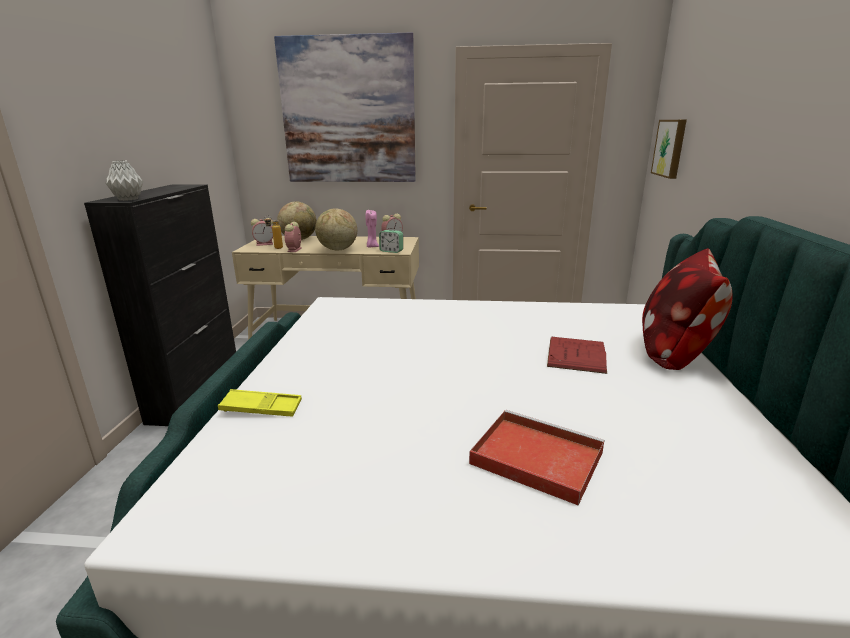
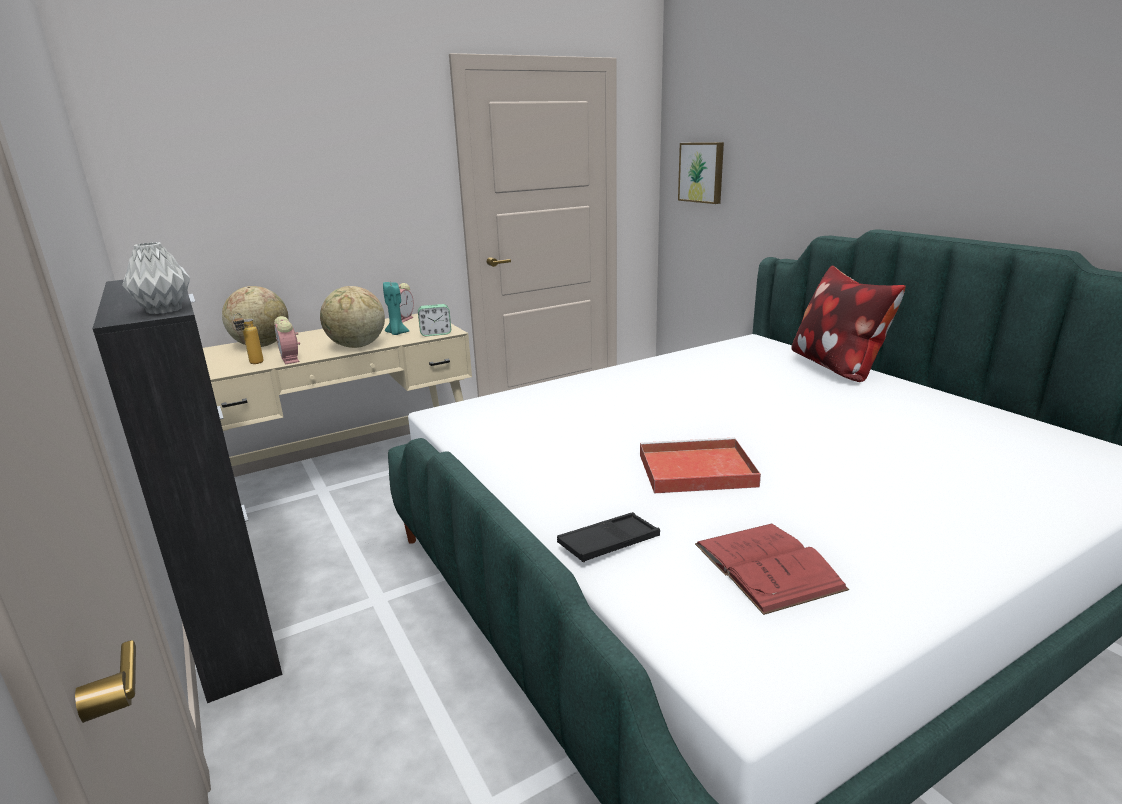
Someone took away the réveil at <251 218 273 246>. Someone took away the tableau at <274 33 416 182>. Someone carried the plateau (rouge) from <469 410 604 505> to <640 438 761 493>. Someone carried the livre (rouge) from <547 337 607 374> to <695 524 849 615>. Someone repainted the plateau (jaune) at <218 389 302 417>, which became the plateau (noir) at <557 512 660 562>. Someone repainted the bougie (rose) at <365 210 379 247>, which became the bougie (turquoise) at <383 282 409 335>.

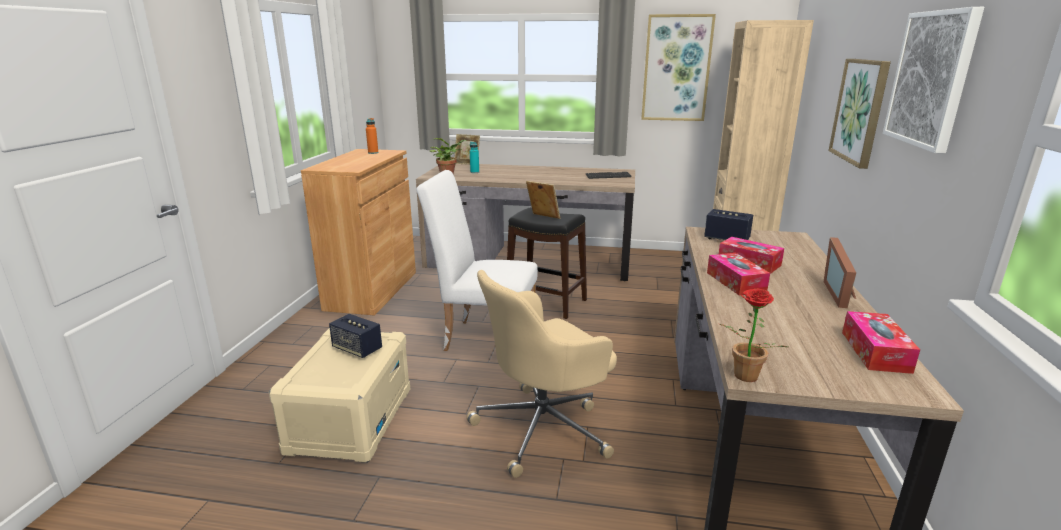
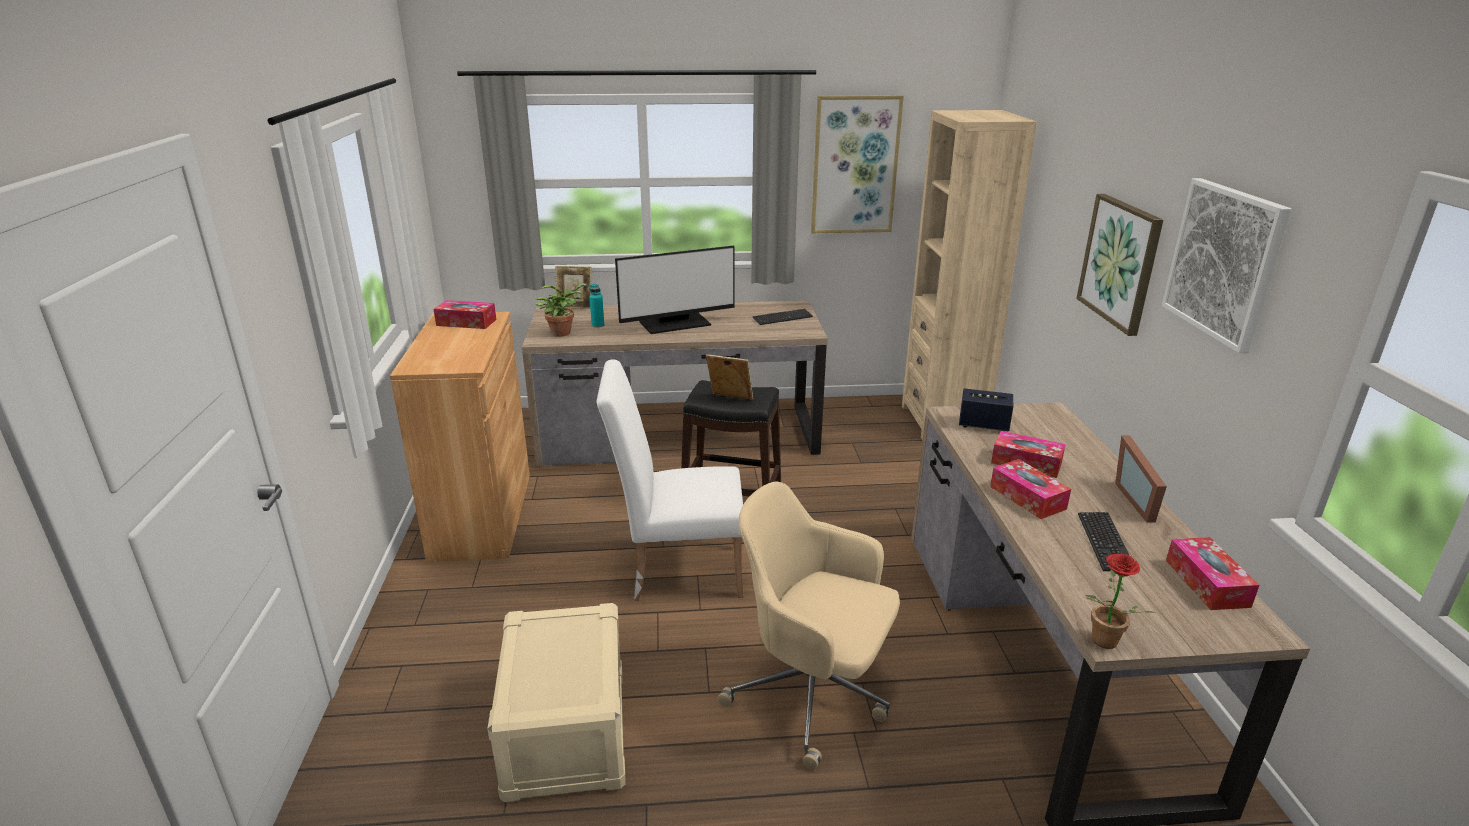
Someone took away the enceinte at <329 314 382 358>. Someone put down the écran d'ordinateur at <615 246 735 334>. Someone put down the clavier at <1078 512 1130 571>. Someone swapped the bouteille (orange) at <366 118 379 154> for the boîte à mouchoirs at <434 300 496 329>. Someone rotated the chaise de bureau (beige) at <466 270 617 478> by 75 degrees clockwise.

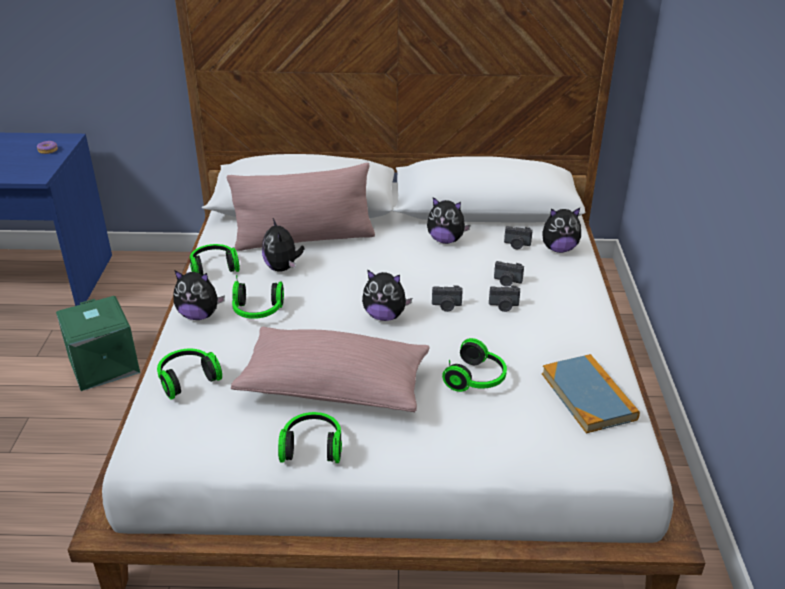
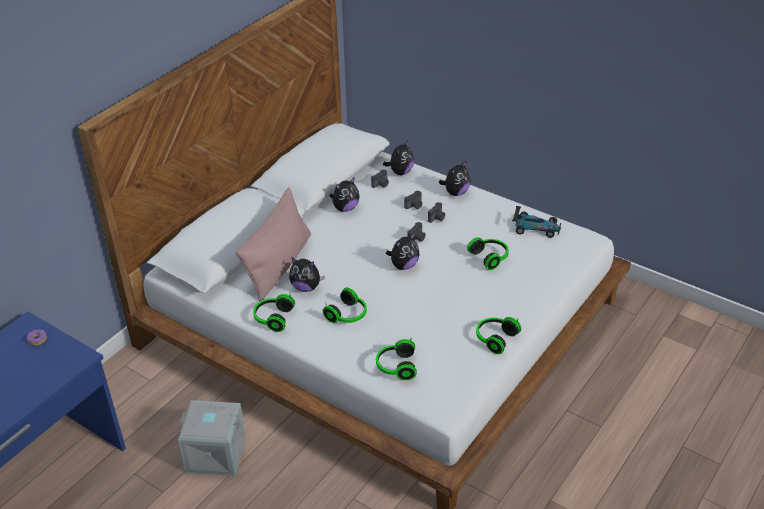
Someone took away the coussin (rose) at <231 327 429 412>. Someone carried the peluche from <173 271 225 320> to <439 161 471 196>. Someone swapped the livre at <542 354 640 433> for the petite voiture at <512 206 561 238>. Someone repainted the boîte de rangement (vert) at <56 296 140 391>, which became the boîte de rangement (gris) at <178 400 246 476>.

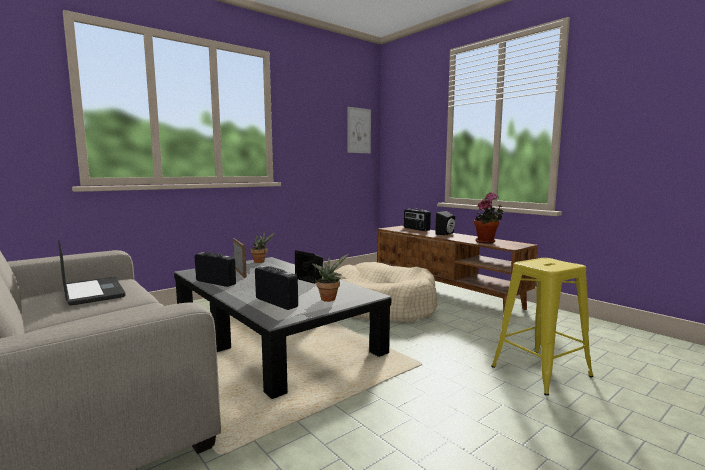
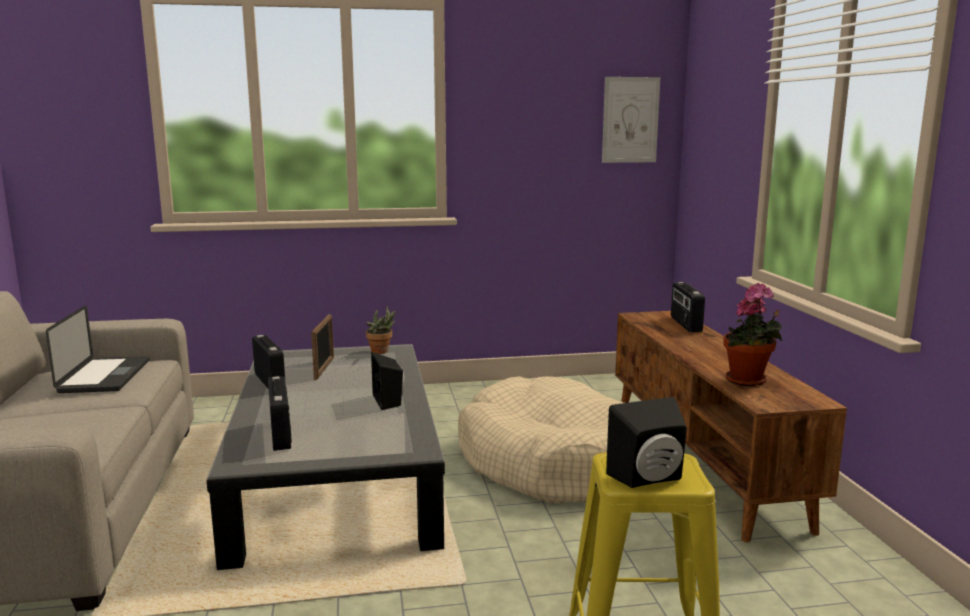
Someone took away the plante en pot at <312 254 349 302>. Someone carried the enceinte (noir) from <435 211 455 235> to <606 397 687 488>.

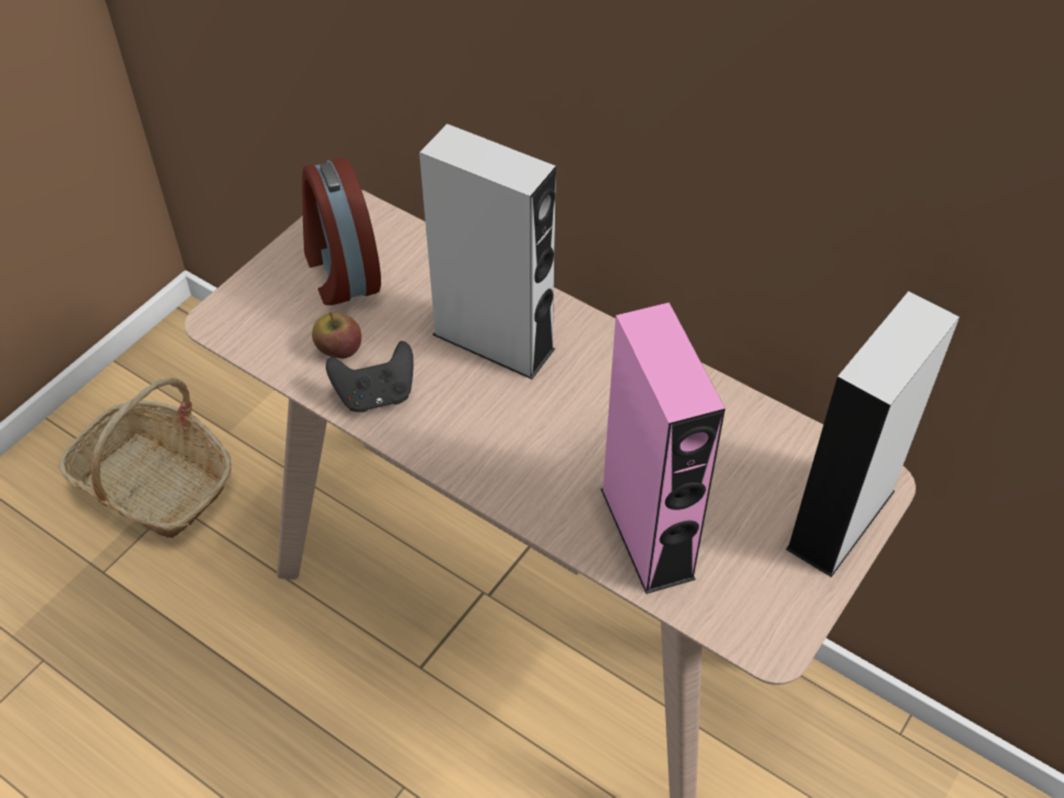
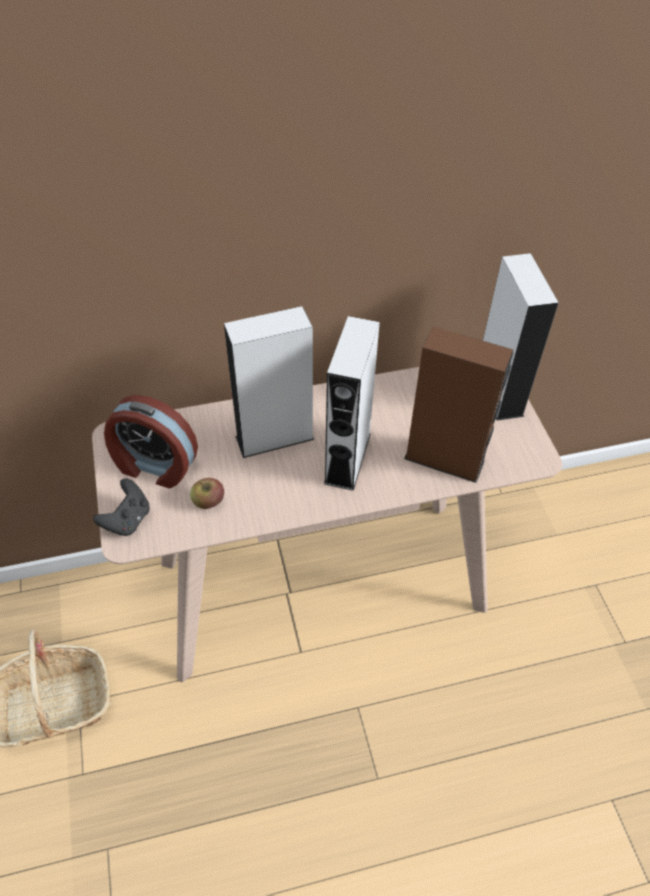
Someone put down the enceinte (gris) at <324 316 380 491>. Someone carried the manette (noir) from <326 341 414 412> to <93 478 150 536>. Someone repainted the enceinte (rose) at <601 302 725 594>, which became the enceinte (marron) at <404 327 514 483>.

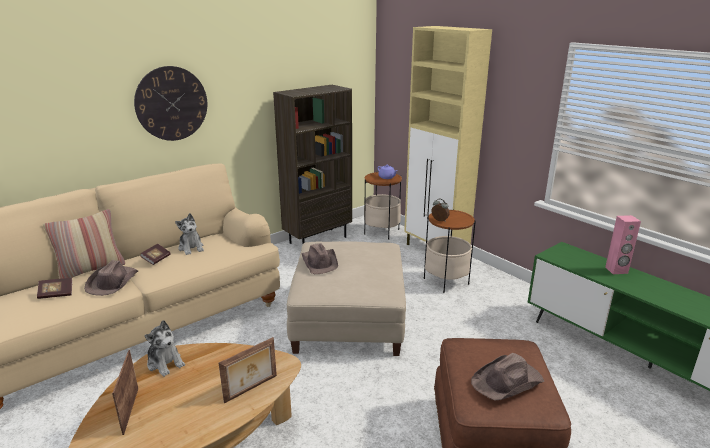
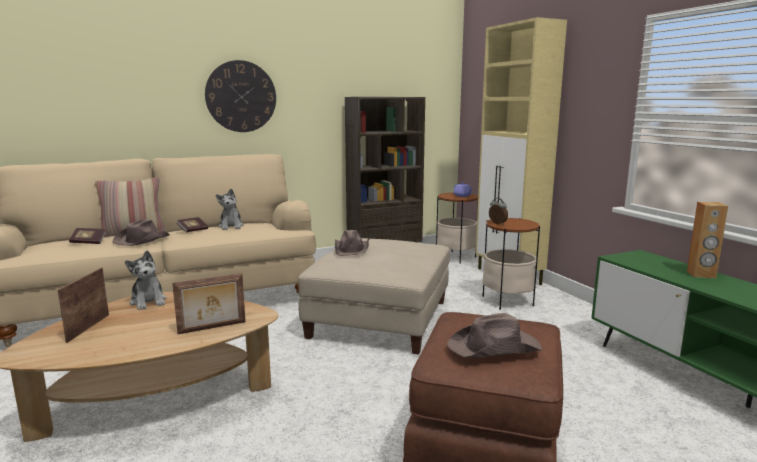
Someone repainted the enceinte (rose) at <605 215 641 274>, which became the enceinte (marron) at <687 202 728 278>.

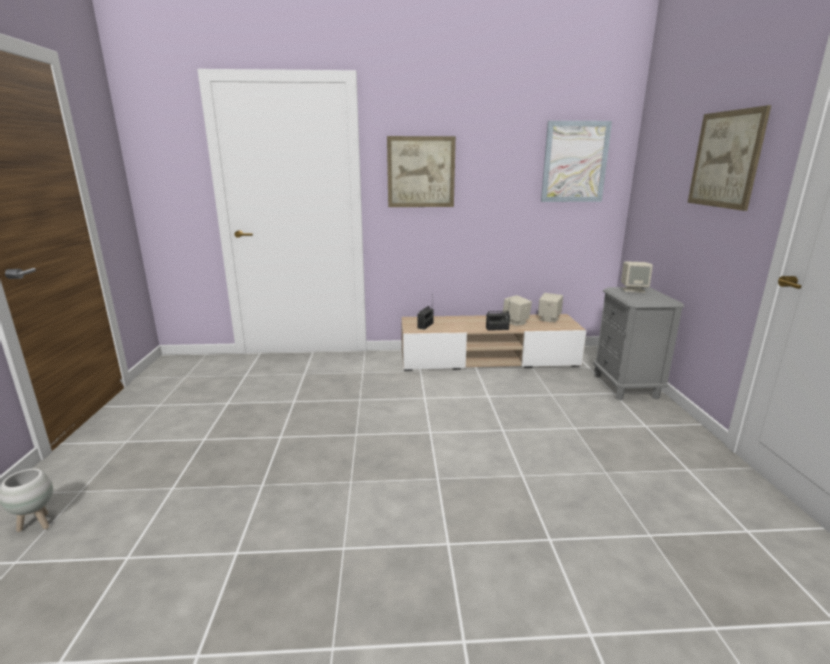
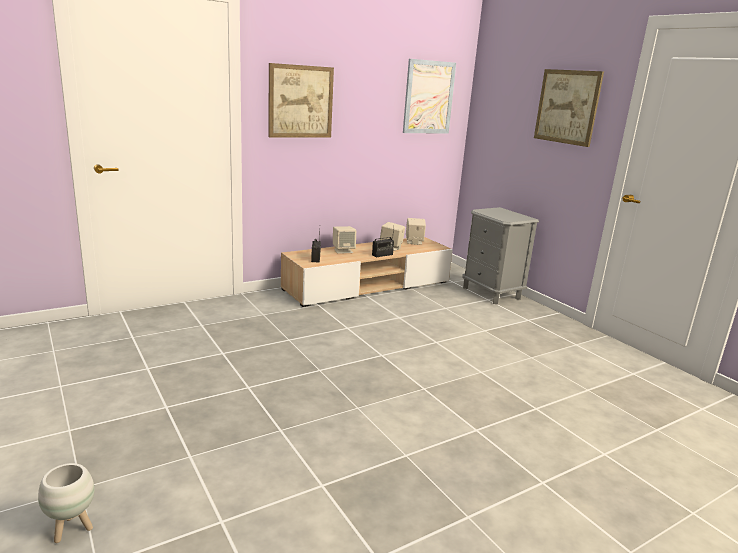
Someone carried the enceinte (beige) from <621 261 653 293> to <333 226 356 254>.

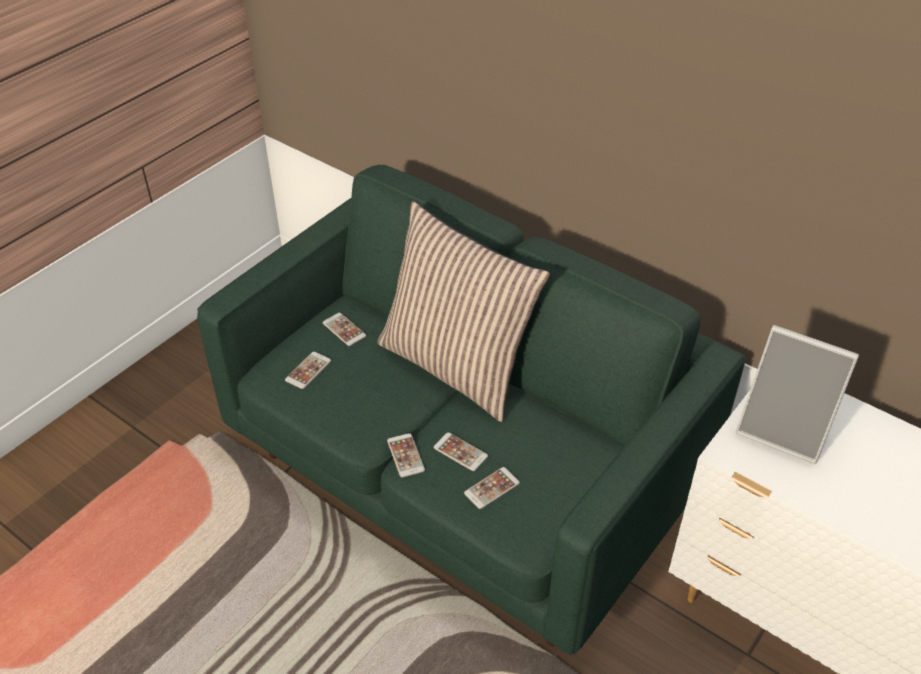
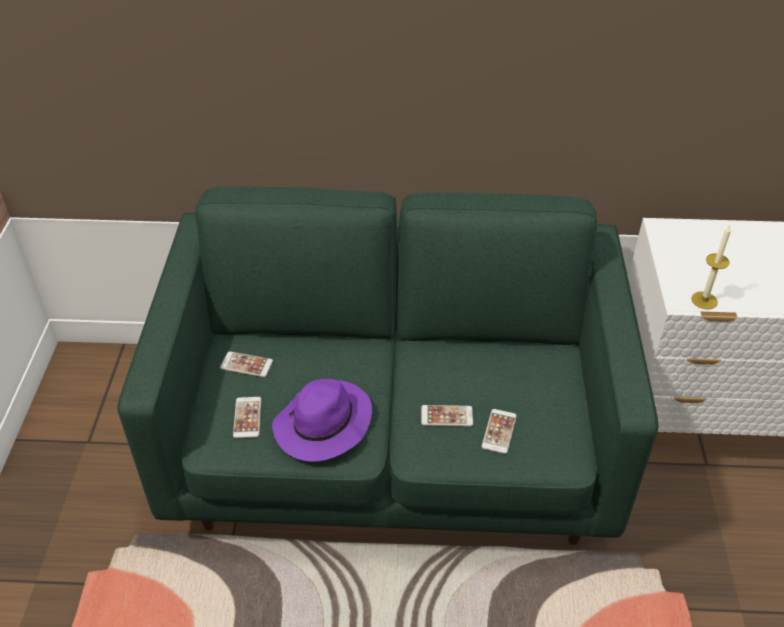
Someone took away the coussin at <378 201 550 422>. Someone took away the téléphone at <387 433 425 477>. Someone took away the cadre photo at <736 325 859 464>. Someone put down the chapeau (violet) at <272 379 372 462>. Someone put down the bougie at <691 226 731 309>.

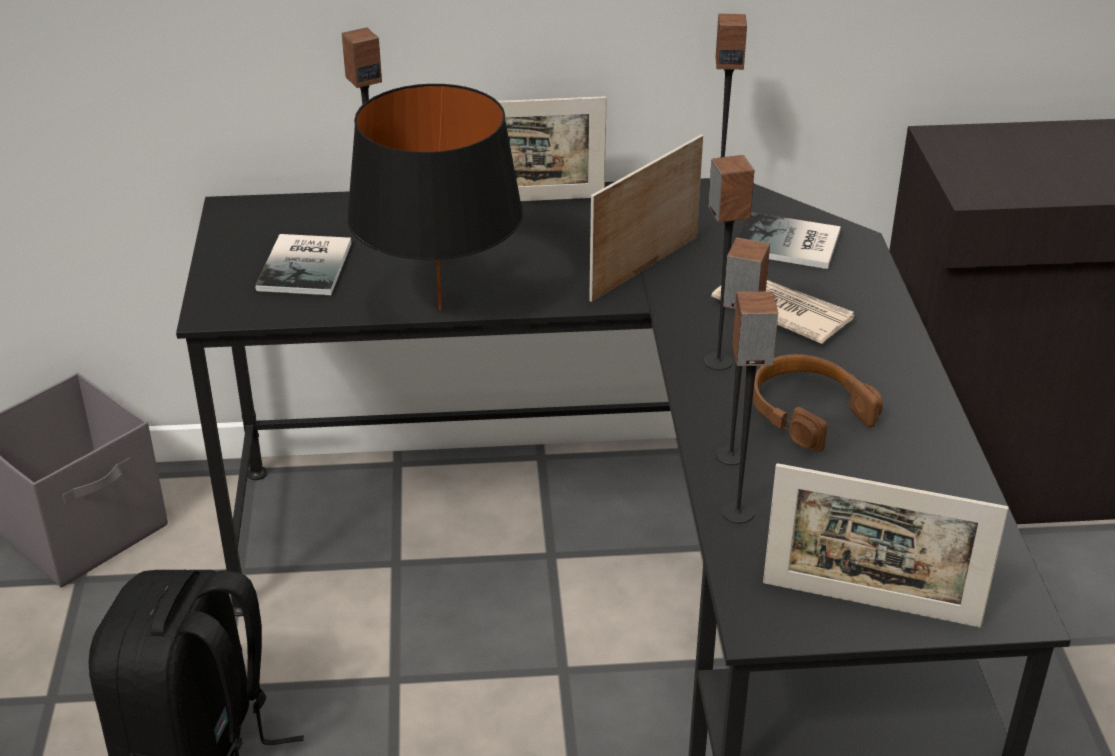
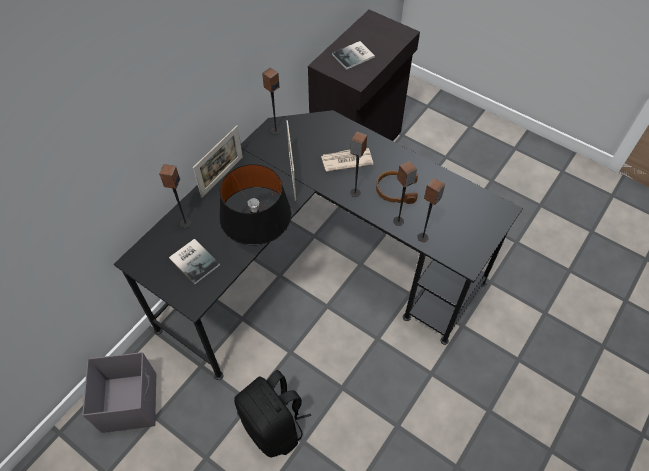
Someone took away the cadre photo at <763 463 1009 627>. Someone carried the livre from <738 212 841 269> to <332 41 375 70>.

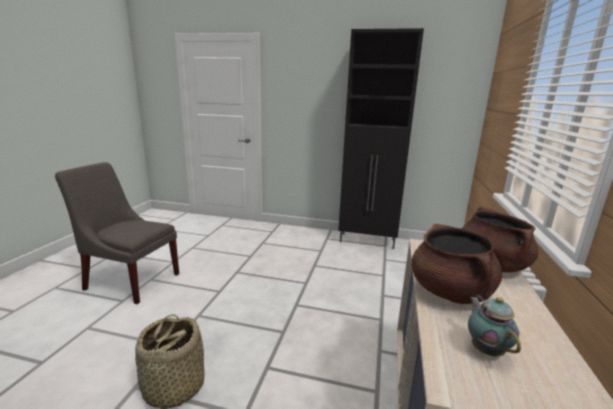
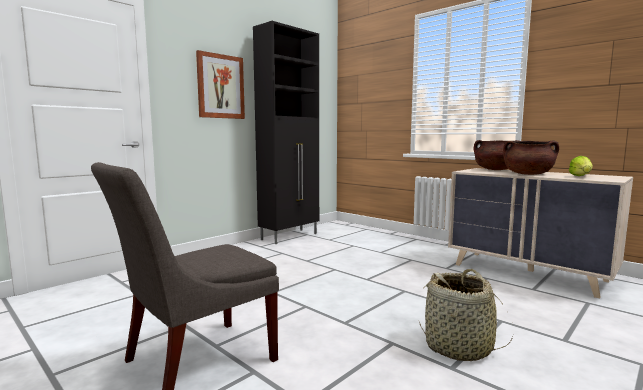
Someone put up the tableau at <196 50 245 119>. Someone swapped the théière at <468 295 521 356> for the laitue at <569 156 593 176>.

